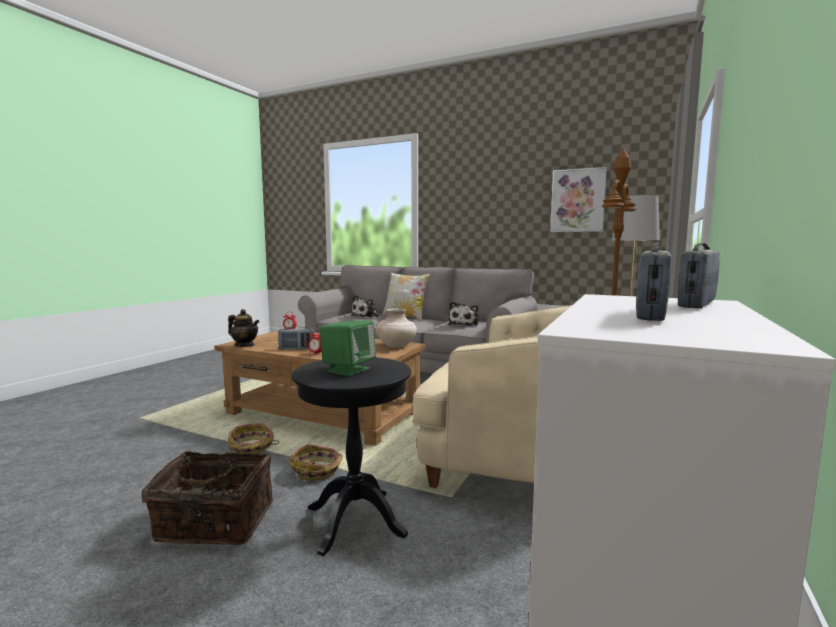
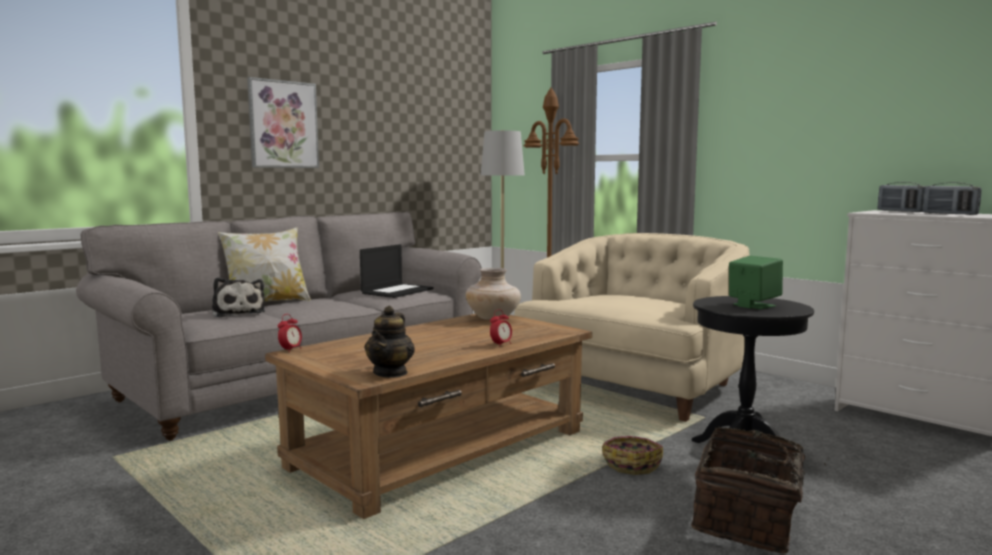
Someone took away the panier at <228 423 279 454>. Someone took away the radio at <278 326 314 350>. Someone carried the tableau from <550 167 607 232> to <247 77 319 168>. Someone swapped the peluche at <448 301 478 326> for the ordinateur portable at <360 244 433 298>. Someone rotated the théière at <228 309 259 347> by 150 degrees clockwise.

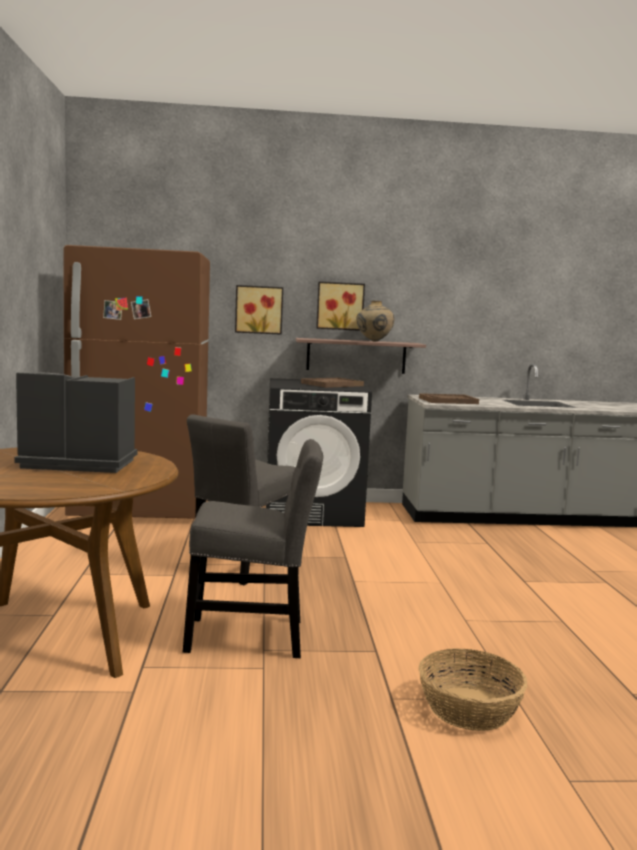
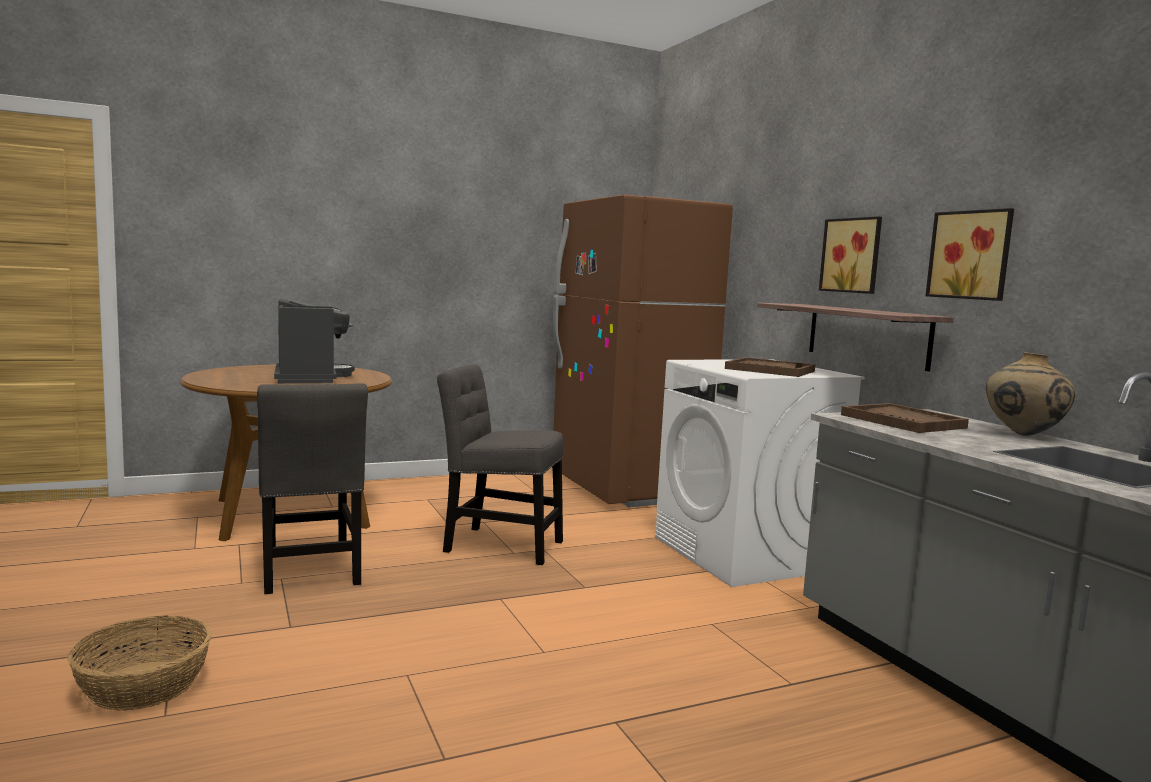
Someone carried the tableau from <235 285 283 335> to <925 208 1014 301>. Someone carried the vase (beige) from <356 301 394 342> to <986 352 1075 436>. Someone repainted the lave-linge (noir) at <266 378 372 527>, which became the lave-linge (blanc) at <655 359 865 587>.

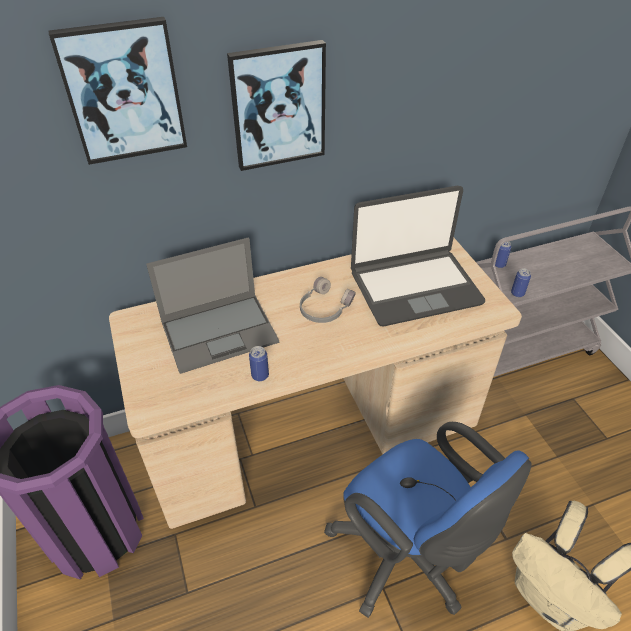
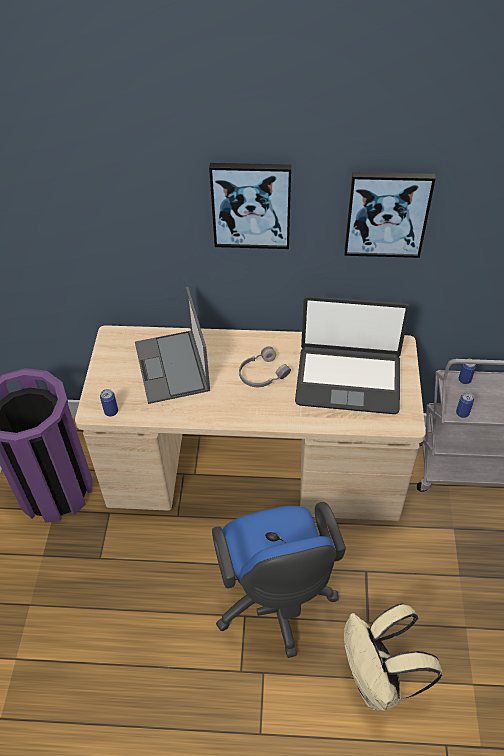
Someone carried the tableau from <48 17 187 165> to <344 172 436 258>. Someone carried the boîte métallique from <249 346 269 381> to <100 389 118 417>. Someone rotated the ordinateur portable at <146 237 279 374> by 75 degrees clockwise.

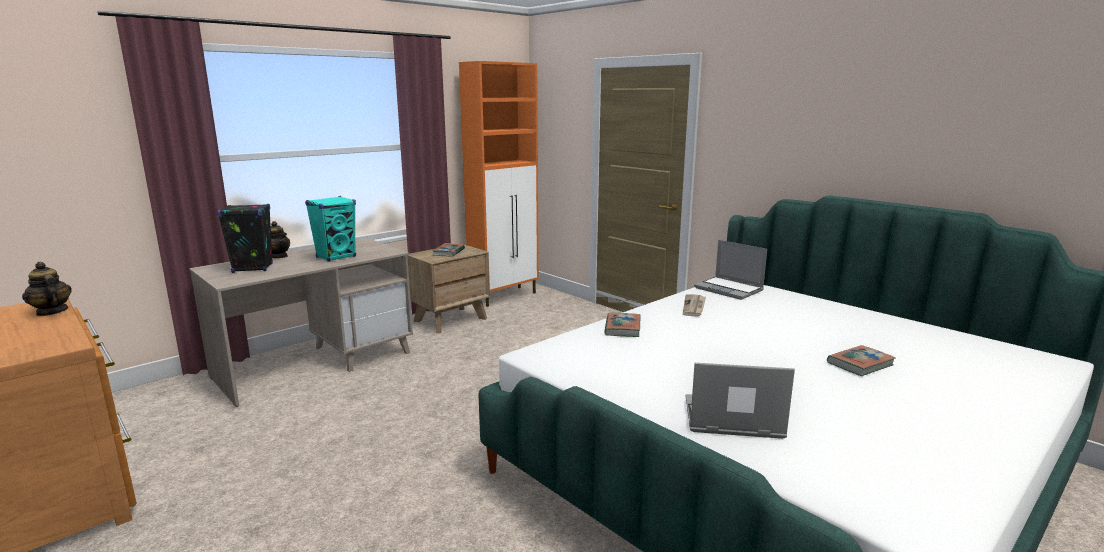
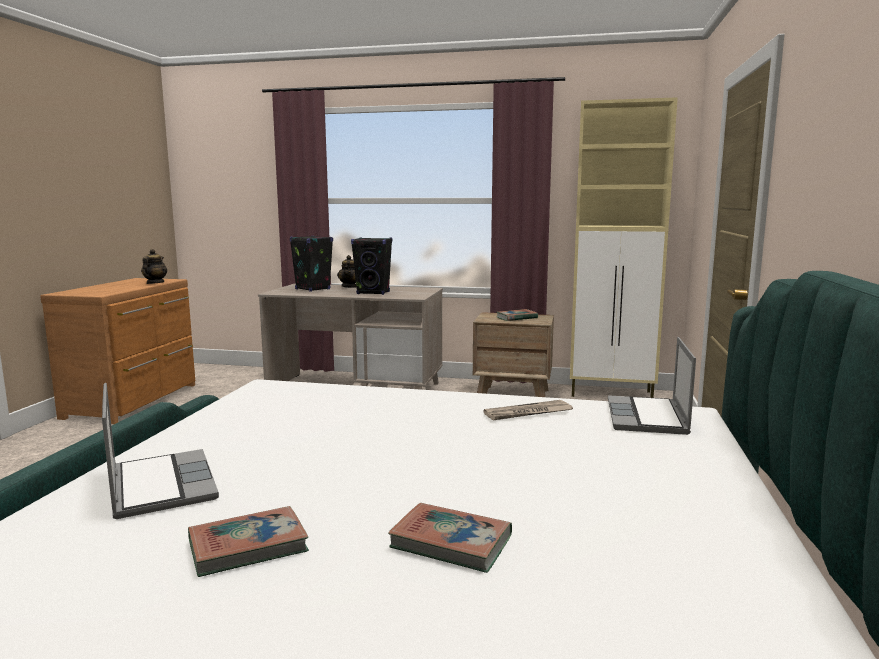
Someone carried the livre from <604 313 640 337> to <188 506 309 577>. Someone repainted the enceinte (turquoise) at <305 196 356 262>, which became the enceinte (noir) at <351 237 392 295>. Someone repainted the meuble de rangement (orange) at <459 61 539 307>, which became the meuble de rangement (beige) at <570 97 678 398>.

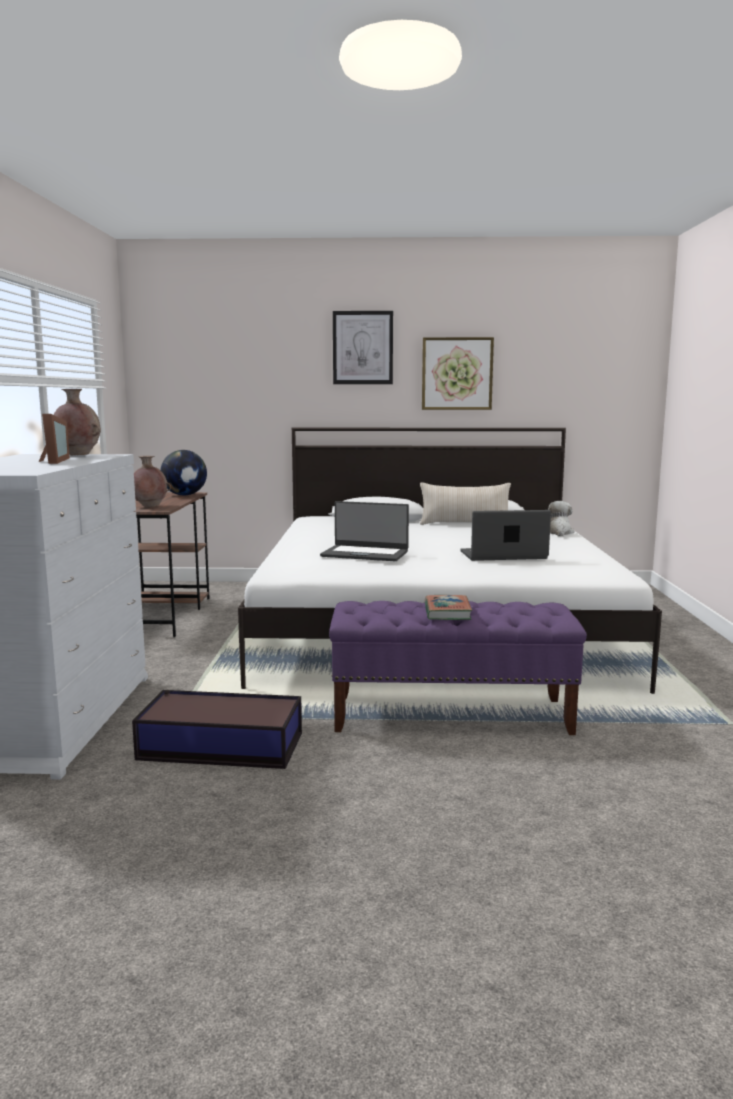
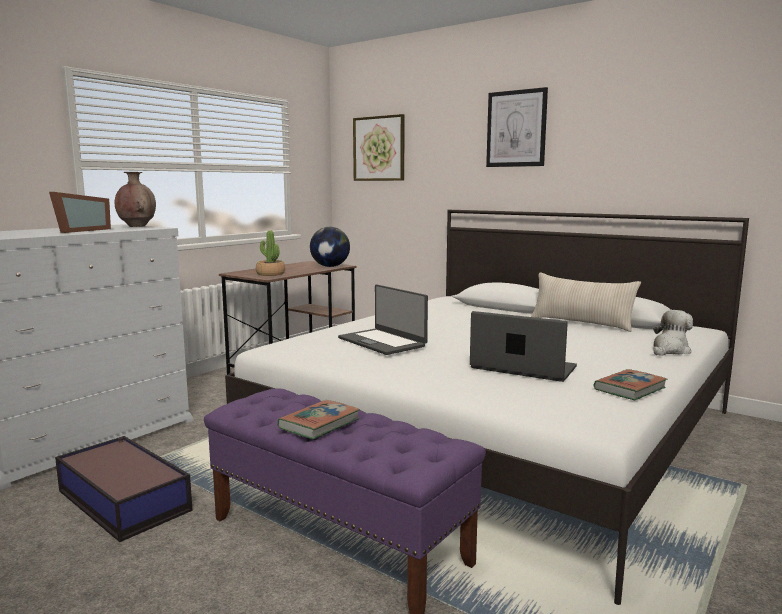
Someone put down the livre at <593 369 667 400>. Someone carried the tableau from <422 337 494 410> to <353 114 405 181>. Someone swapped the vase (marron) at <134 456 171 507> for the plante en pot at <256 230 285 276>.

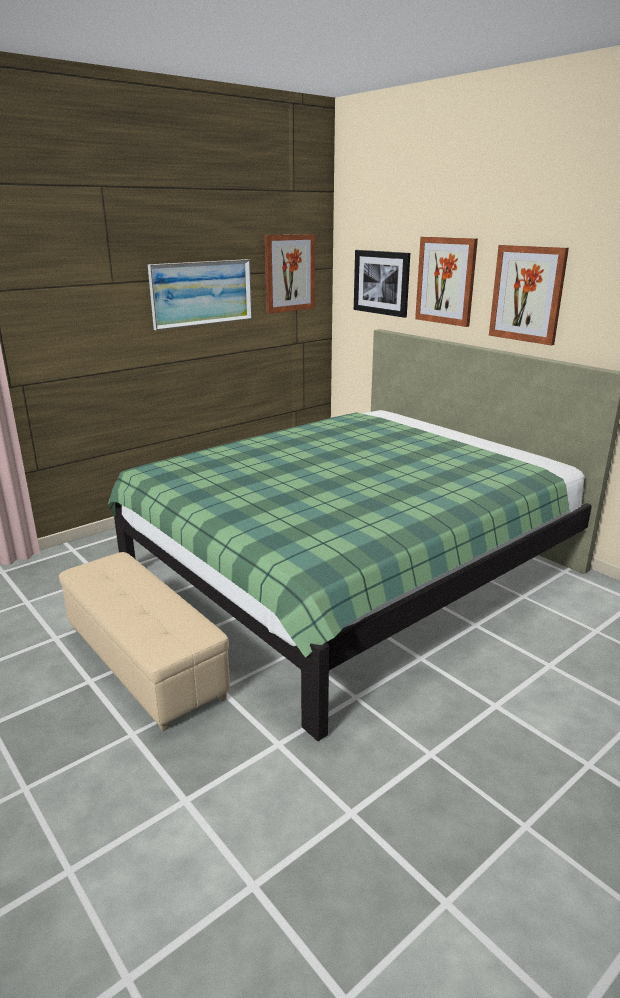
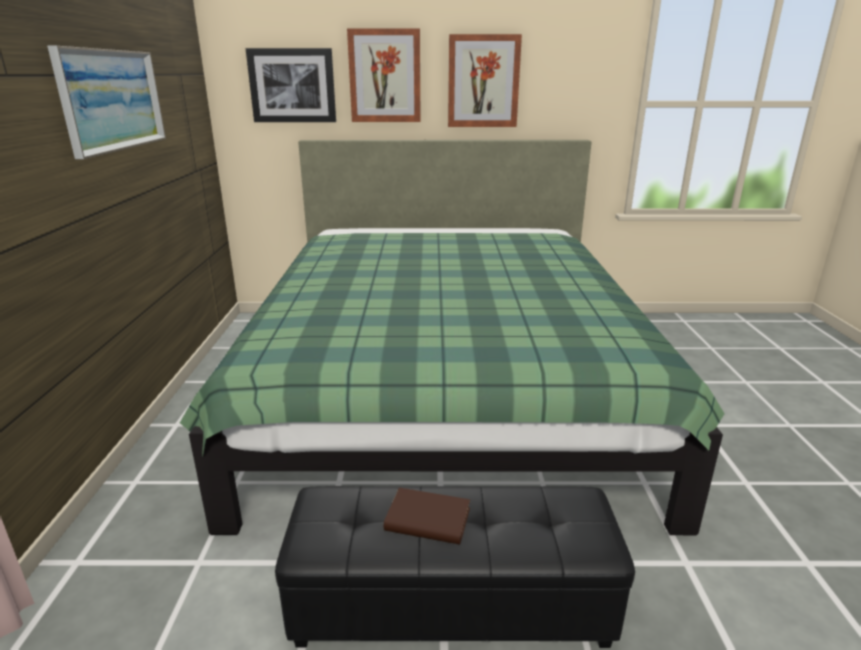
Someone took away the tableau at <265 234 315 314>. Someone put down the livre (marron) at <384 488 470 544>. Someone repainted the pouf (beige) at <59 552 230 732>, which became the pouf (noir) at <275 486 635 648>.

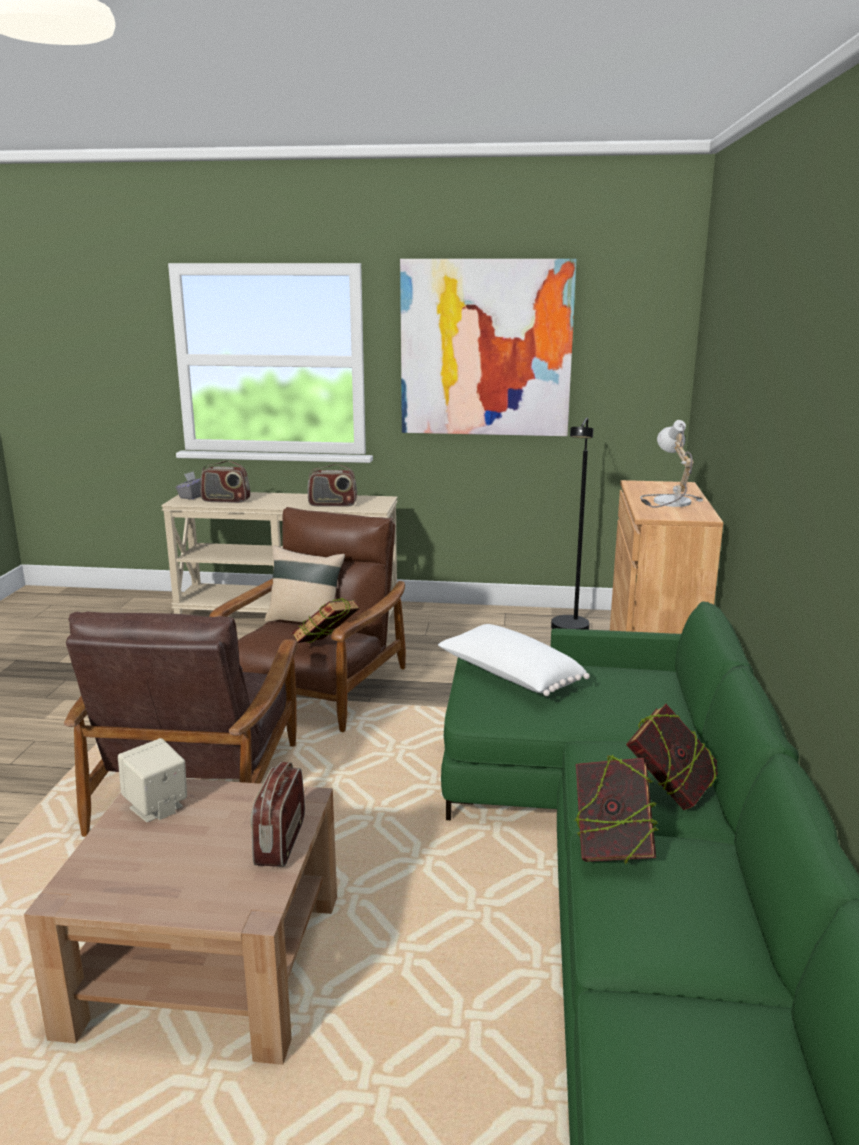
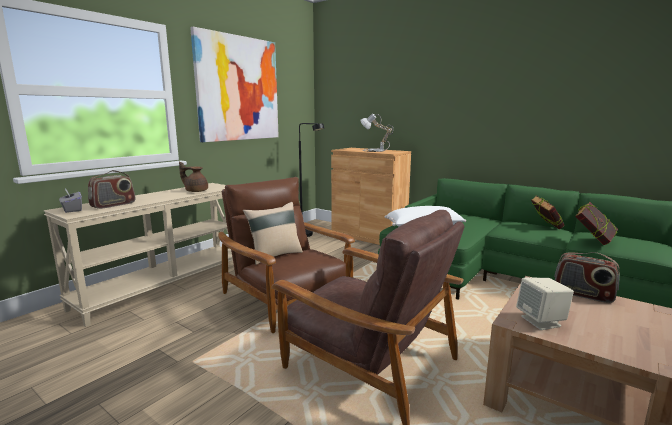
Someone took away the livre at <292 598 360 643>. Someone swapped the radio at <307 464 357 507> for the théière (marron) at <179 162 208 192>.

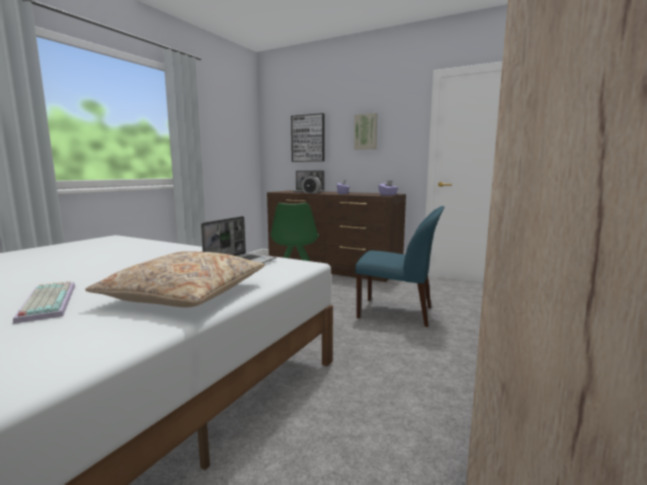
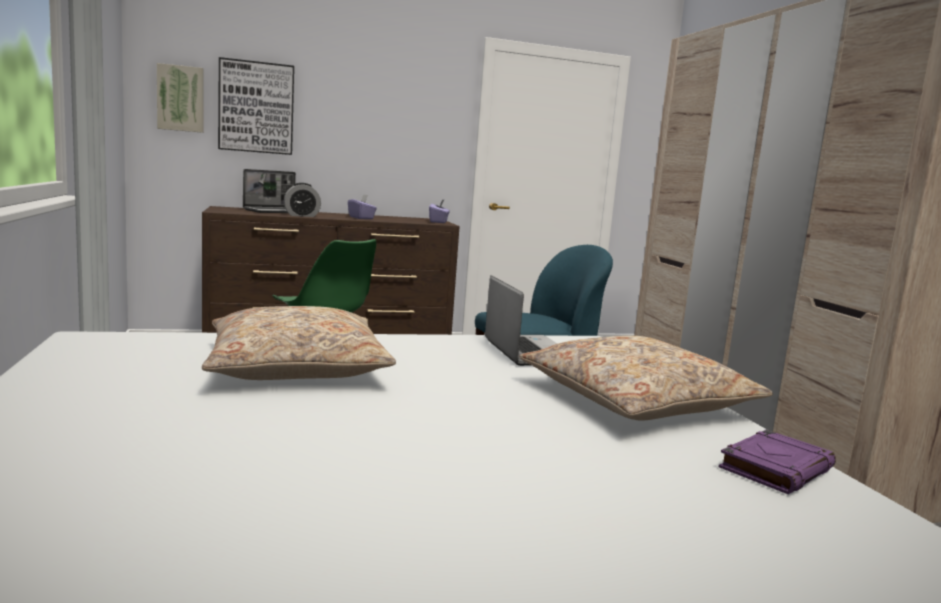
Someone took away the clavier at <13 281 75 324>. Someone put down the coussin (beige) at <202 306 396 380>. Someone put down the livre (violet) at <719 430 836 494>. Someone carried the tableau from <354 113 378 150> to <157 63 203 133>.

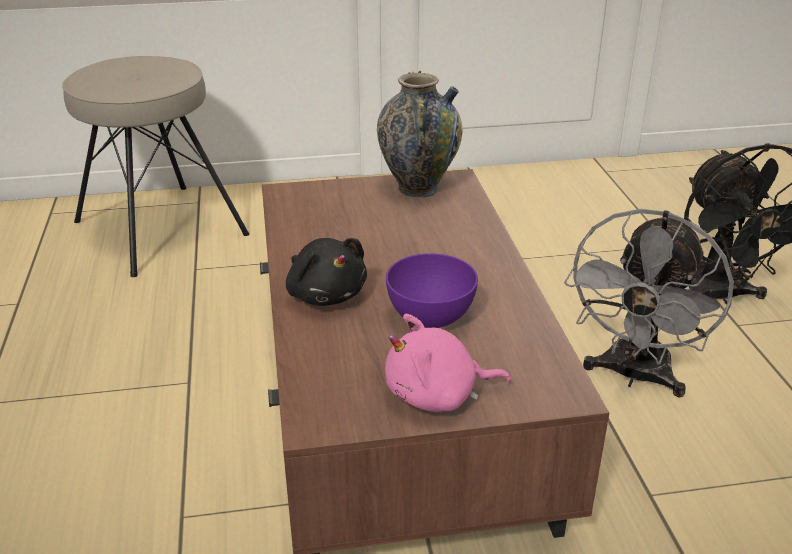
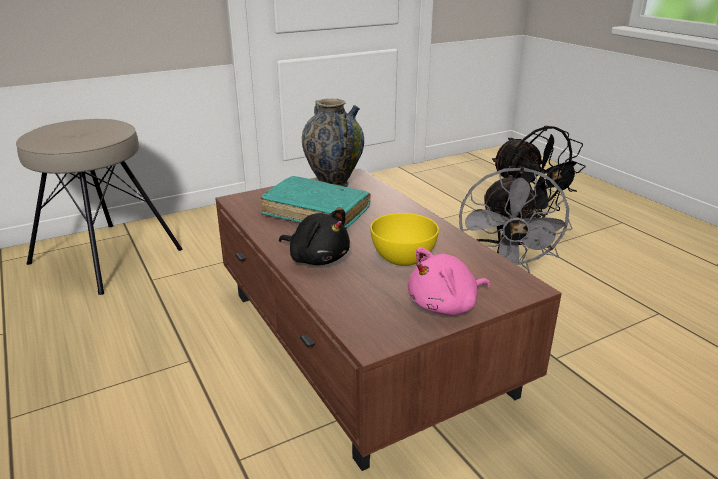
Someone put down the livre (turquoise) at <261 176 371 229>. Someone repainted the bol (violet) at <386 253 478 328>, which became the bol (jaune) at <370 213 439 266>.

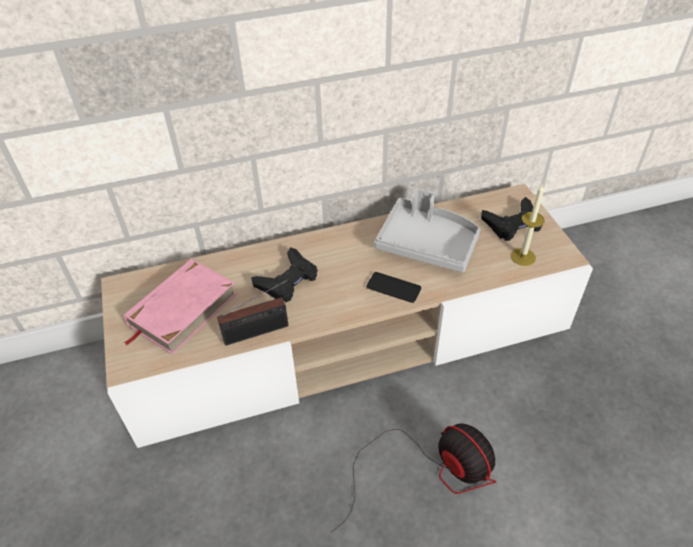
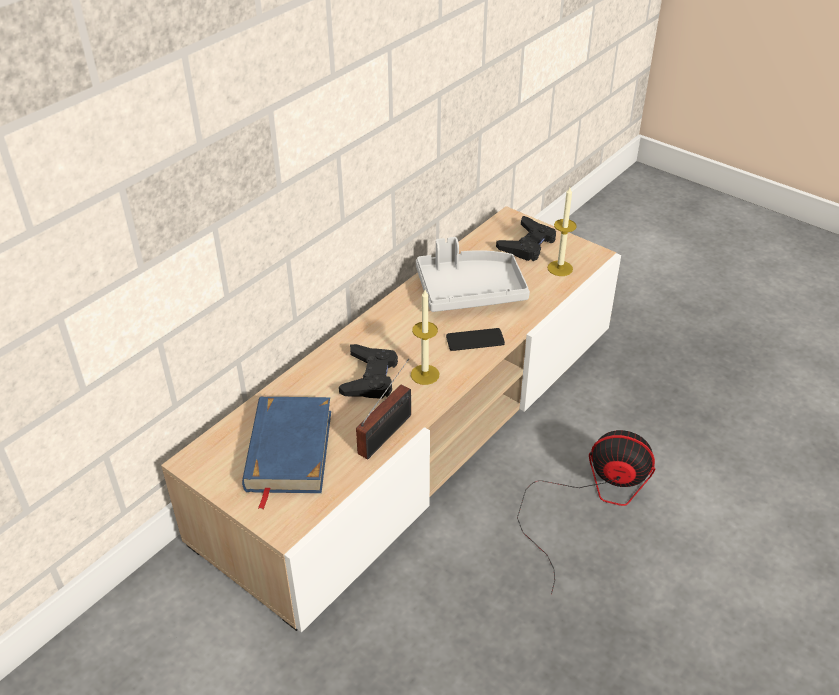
Someone put down the bougie at <411 290 439 385>. Someone repainted the livre (rose) at <123 259 237 354>, which became the livre (bleu) at <242 397 331 509>.

